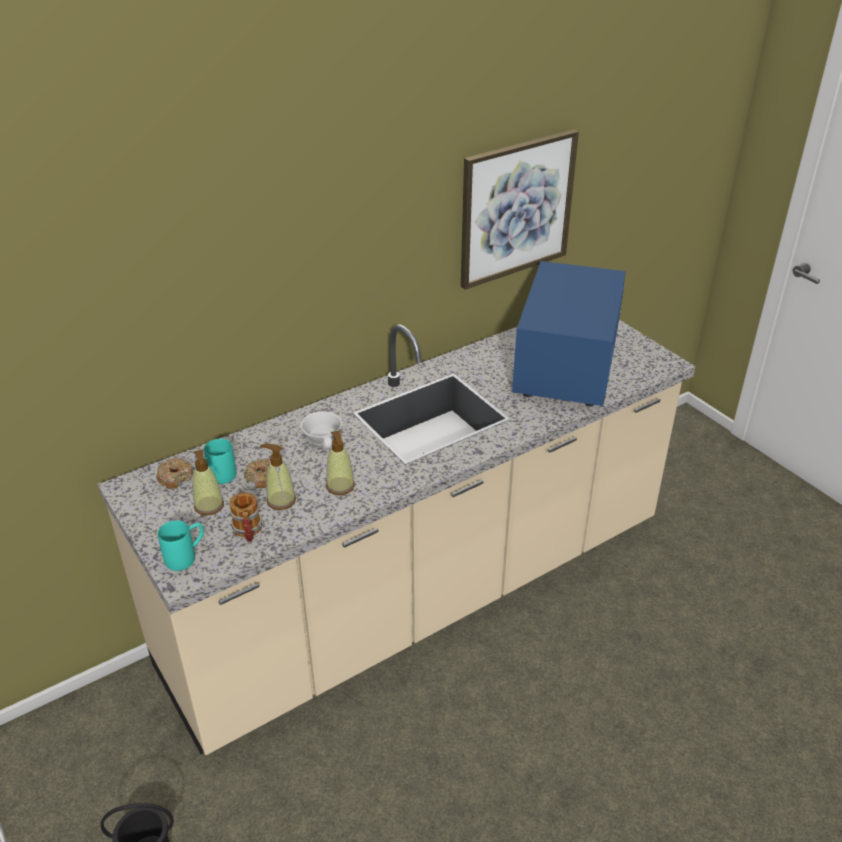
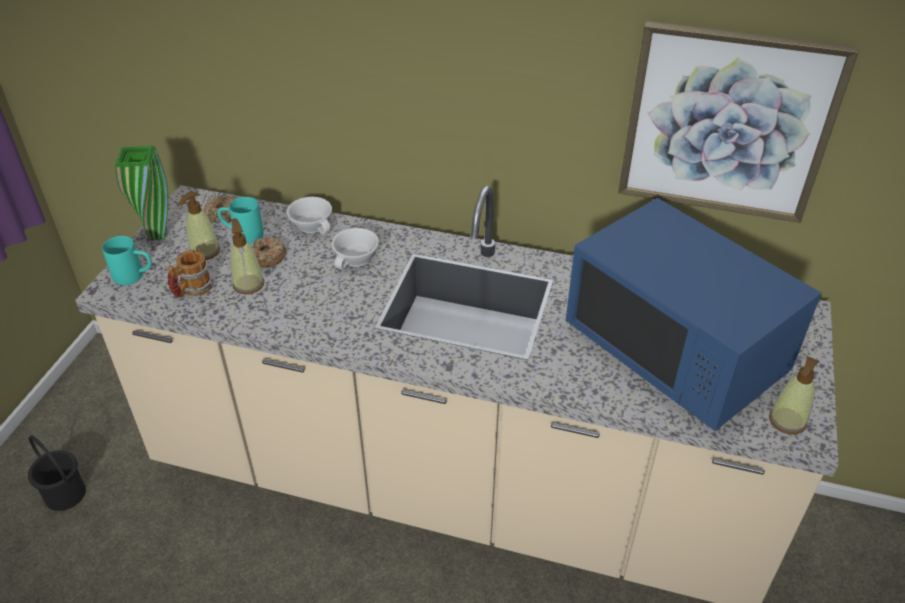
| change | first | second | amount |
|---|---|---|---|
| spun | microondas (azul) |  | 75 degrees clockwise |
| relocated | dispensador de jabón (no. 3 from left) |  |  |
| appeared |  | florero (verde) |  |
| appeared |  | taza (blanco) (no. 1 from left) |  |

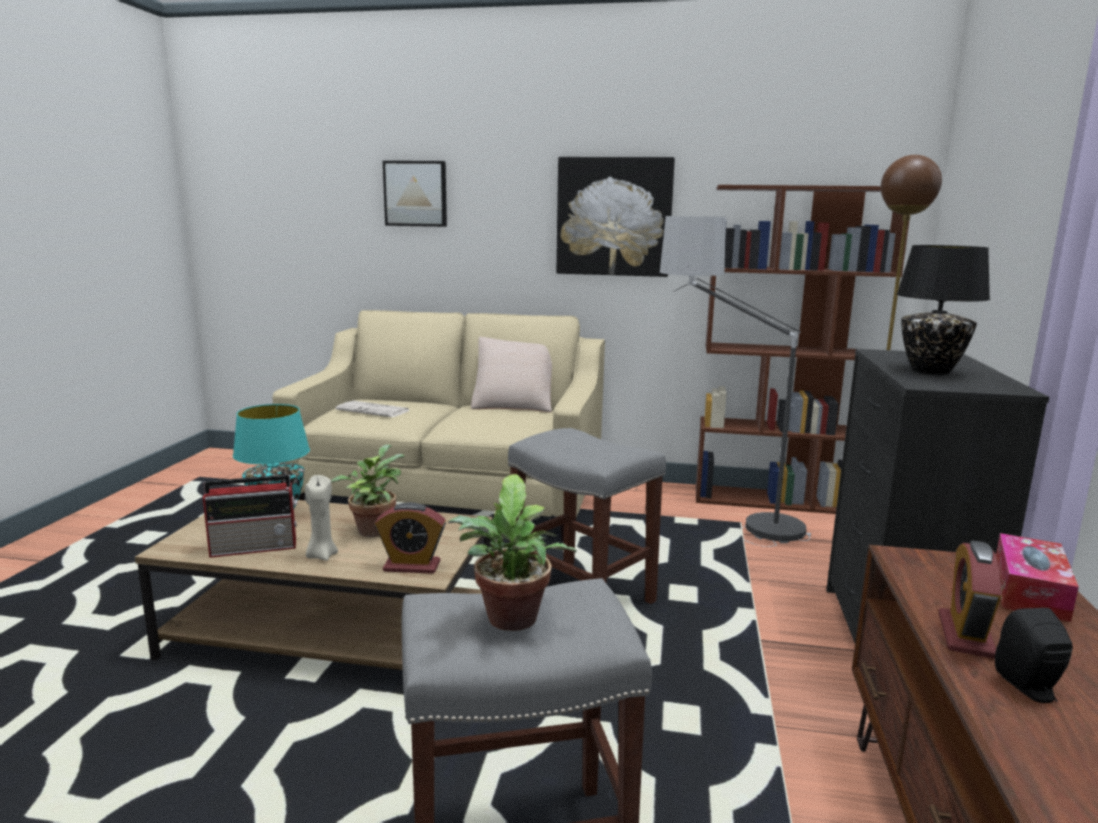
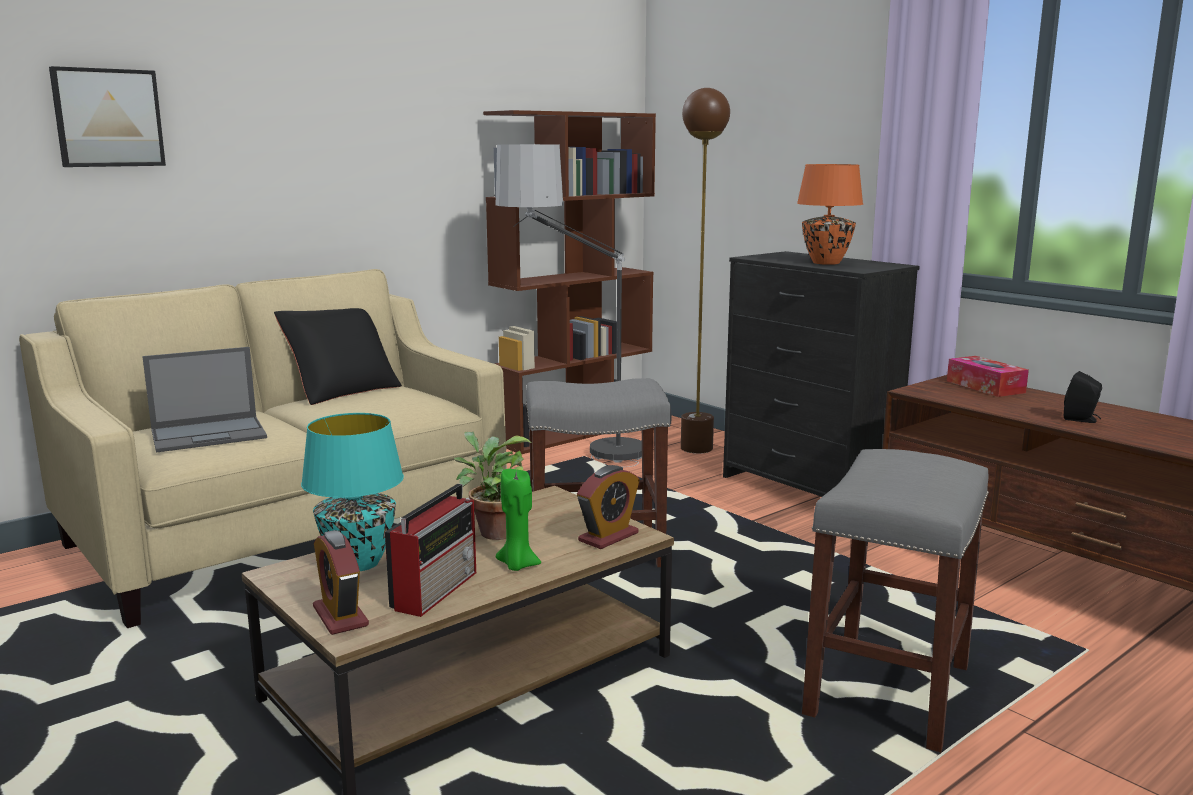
| change | first | second | amount |
|---|---|---|---|
| missing | cuadro (no. 2 from left) |  |  |
| colour | lámpara de mesa (negro) | lámpara de mesa (naranja) |  |
| colour | cojín (beis) | cojín (negro) |  |
| exchanged | periódico | portátil |  |
| missing | planta en maceta (no. 2 from left) |  |  |
| colour | vela (beis) | vela (verde) |  |
| relocated | despertador (no. 2 from left in the first image) | despertador (no. 1 from left) |  |

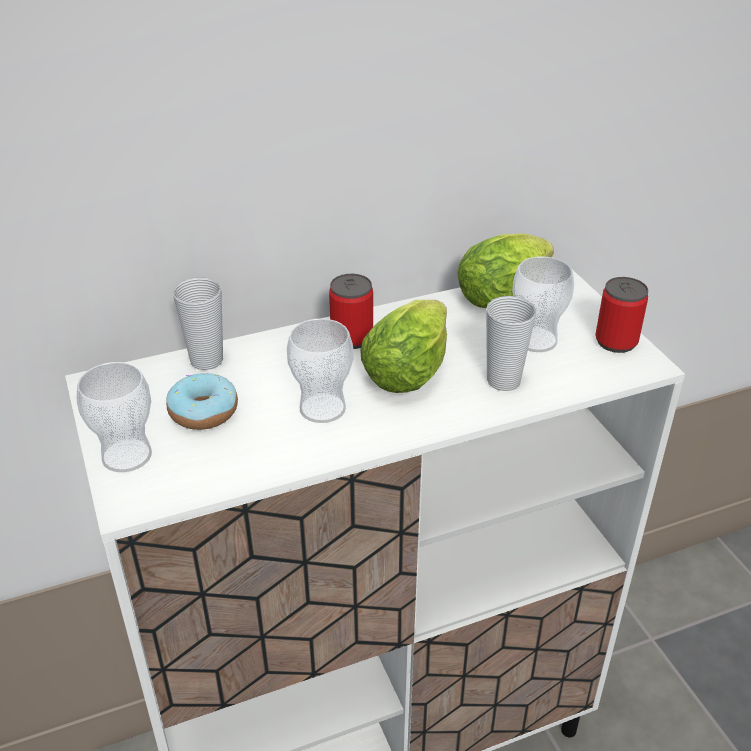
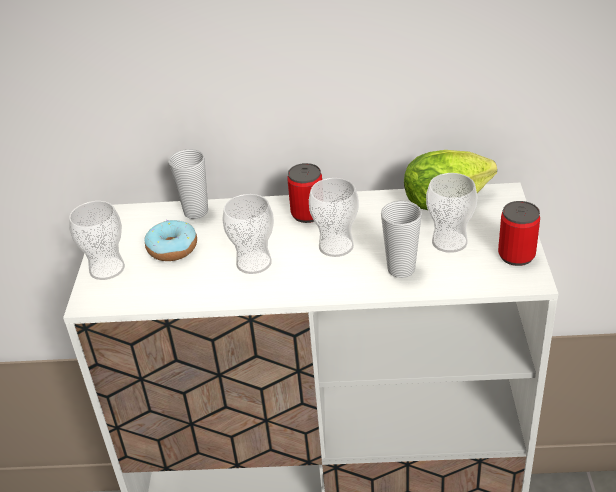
| change | first | second | amount |
|---|---|---|---|
| exchanged | lechuga (no. 1 from left) | taza (no. 4 from left) |  |

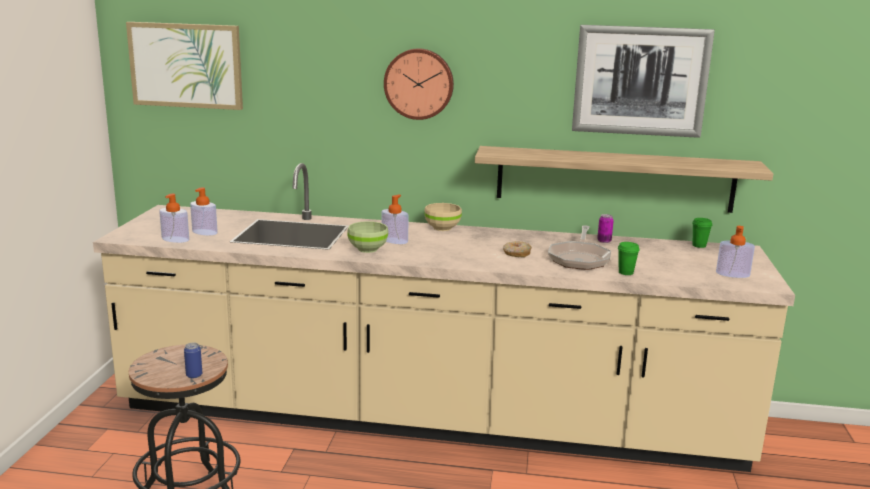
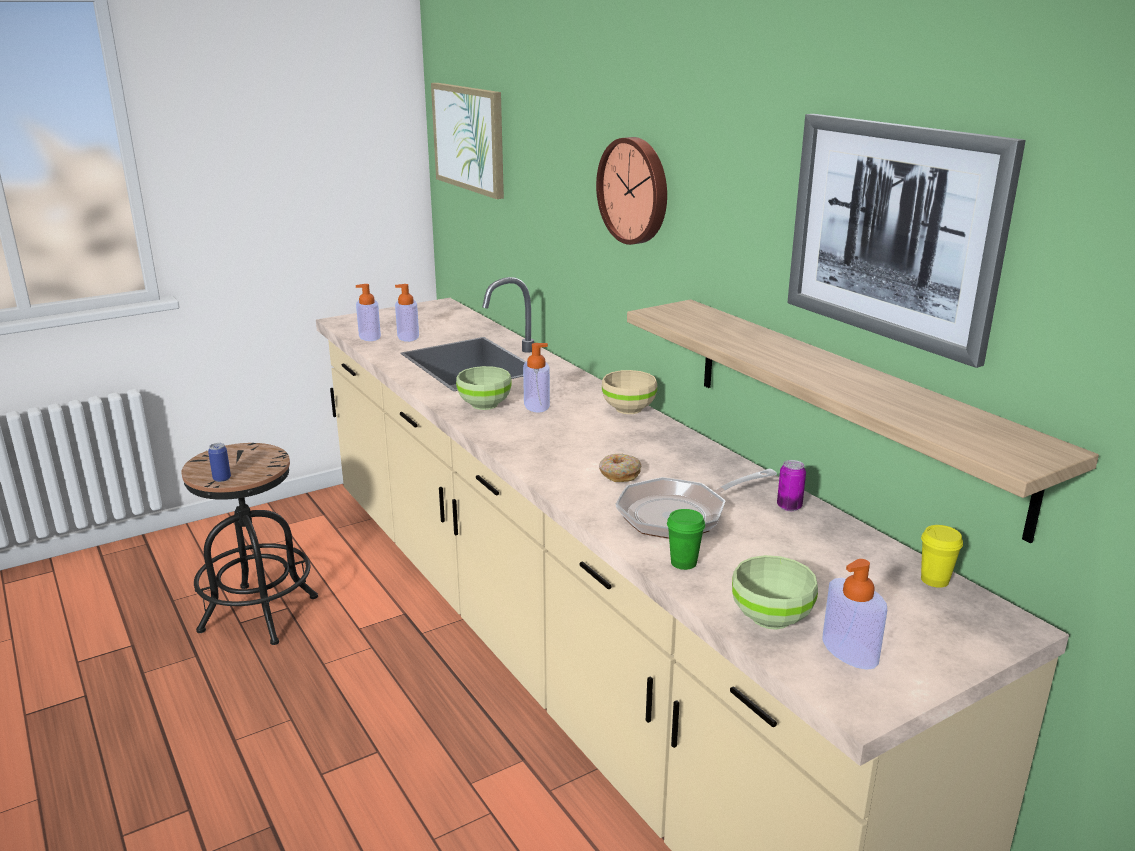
| change | first | second | amount |
|---|---|---|---|
| colour | taza (verde) (no. 2 from left) | taza (amarillo) |  |
| appeared |  | cuenco (verde) (no. 2 from left) |  |

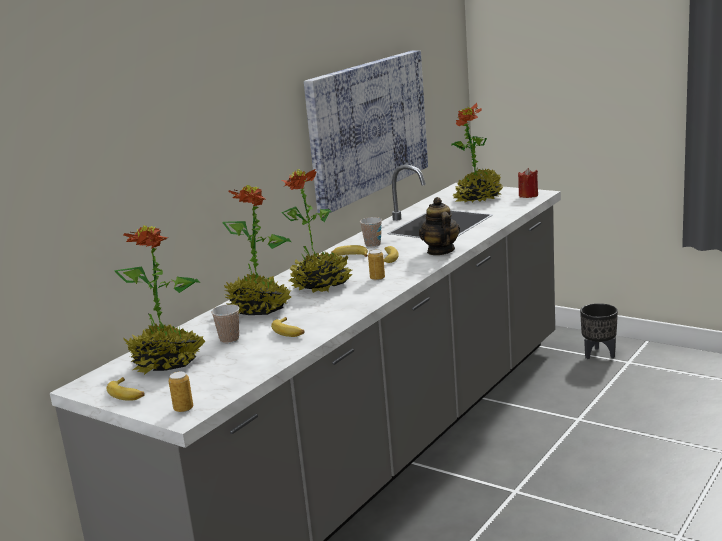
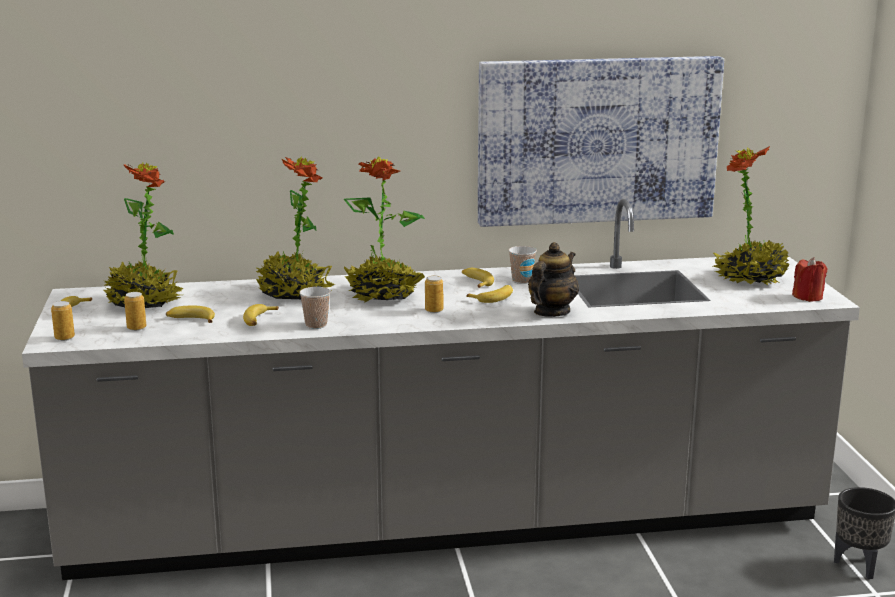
| change | first | second | amount |
|---|---|---|---|
| relocated | taza (no. 1 from left) |  |  |
| appeared |  | lata (no. 2 from left) |  |
| appeared |  | plátano (no. 2 from left) |  |

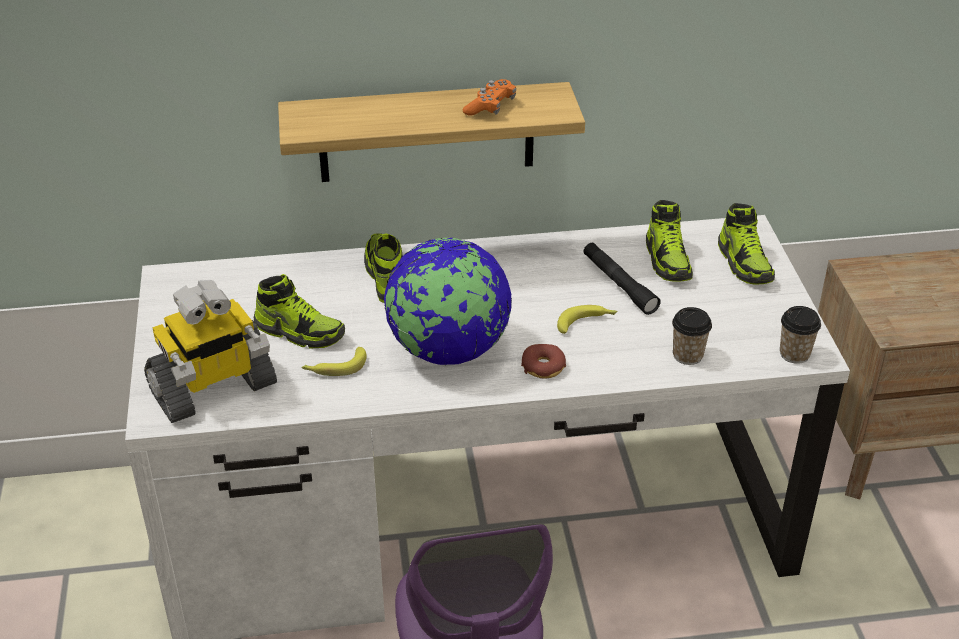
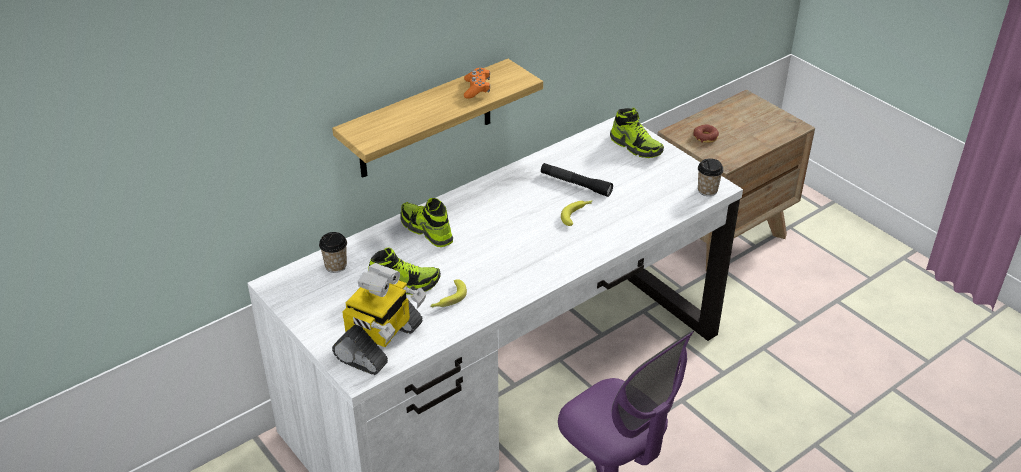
| change | first | second | amount |
|---|---|---|---|
| missing | zapato (no. 3 from left) |  |  |
| missing | globo terráqueo |  |  |
| relocated | taza (no. 1 from left) |  |  |
| relocated | rosquilla |  |  |

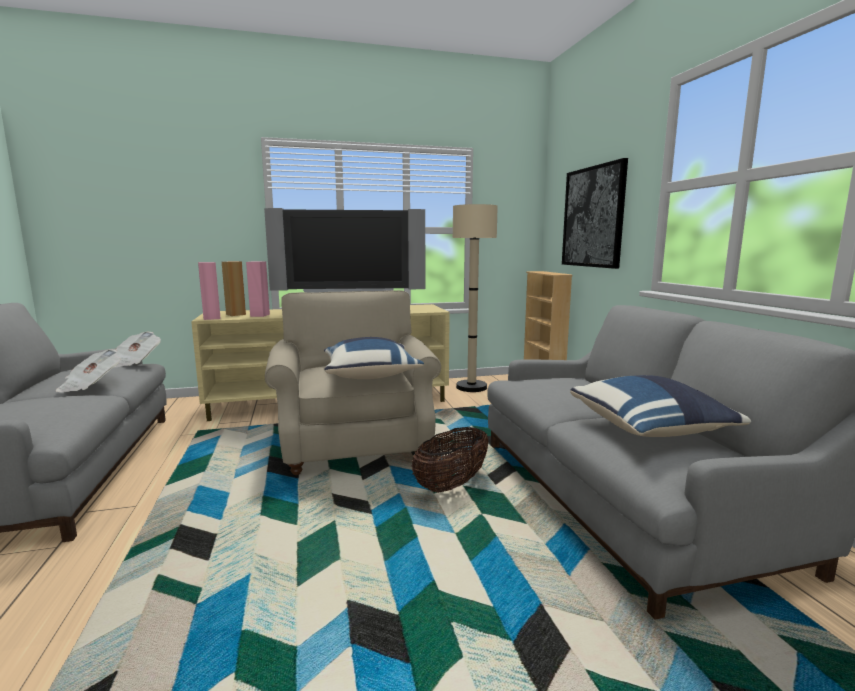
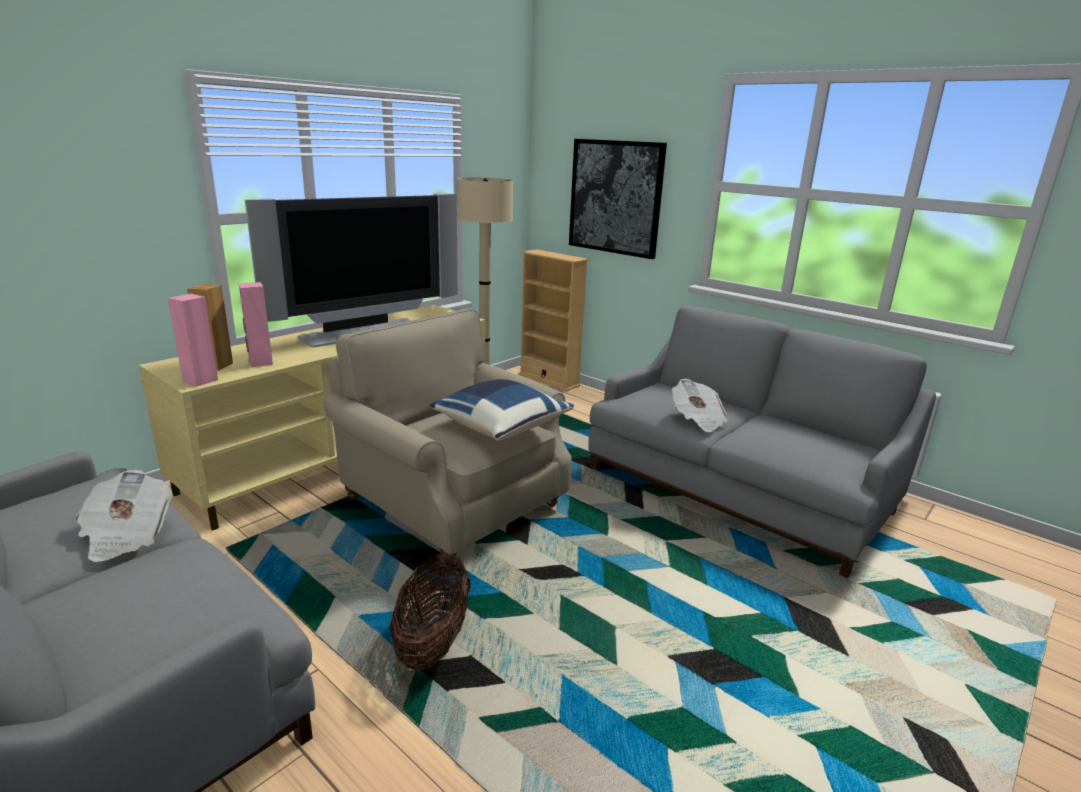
| change | first | second | amount |
|---|---|---|---|
| relocated | periódico (no. 2 from left) |  |  |
| missing | cojín (azul) (no. 2 from left) |  |  |
| relocated | cesta |  |  |

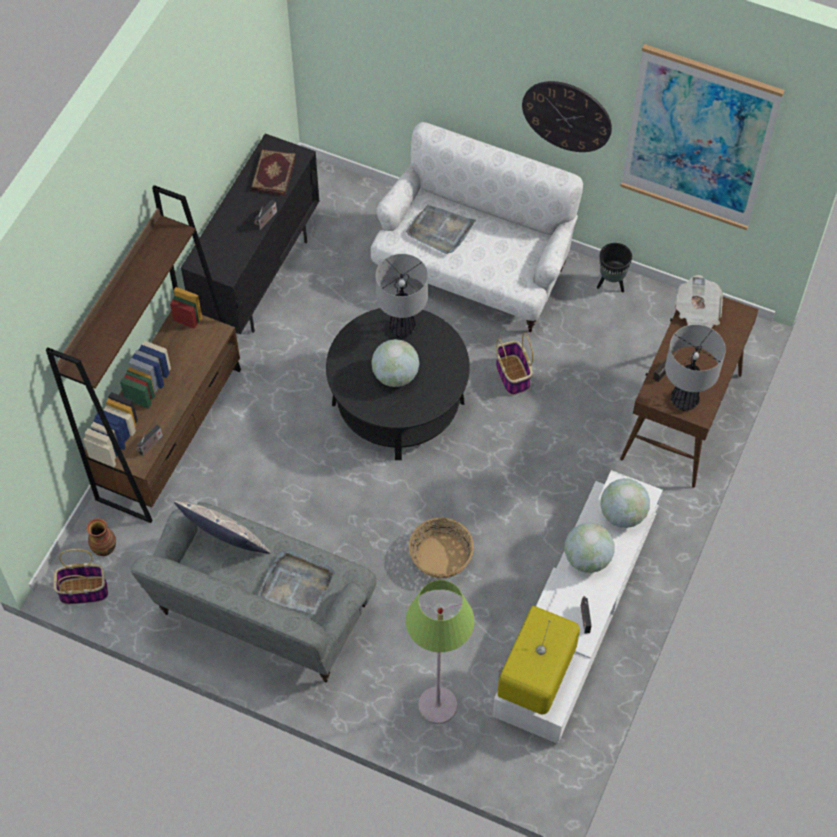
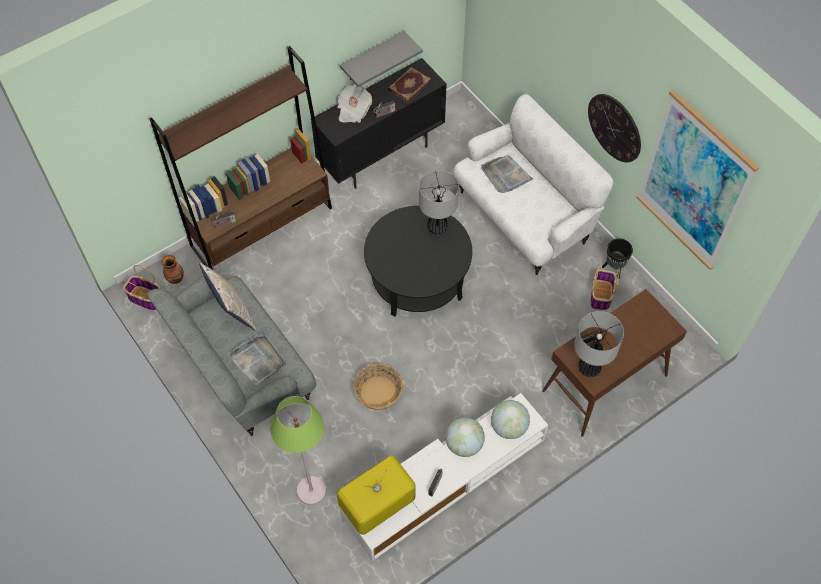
| change | first | second | amount |
|---|---|---|---|
| relocated | periódico |  |  |
| relocated | cesta (no. 3 from left) |  |  |
| missing | globo terráqueo (no. 1 from left) |  |  |
| appeared |  | estante (gris) |  |

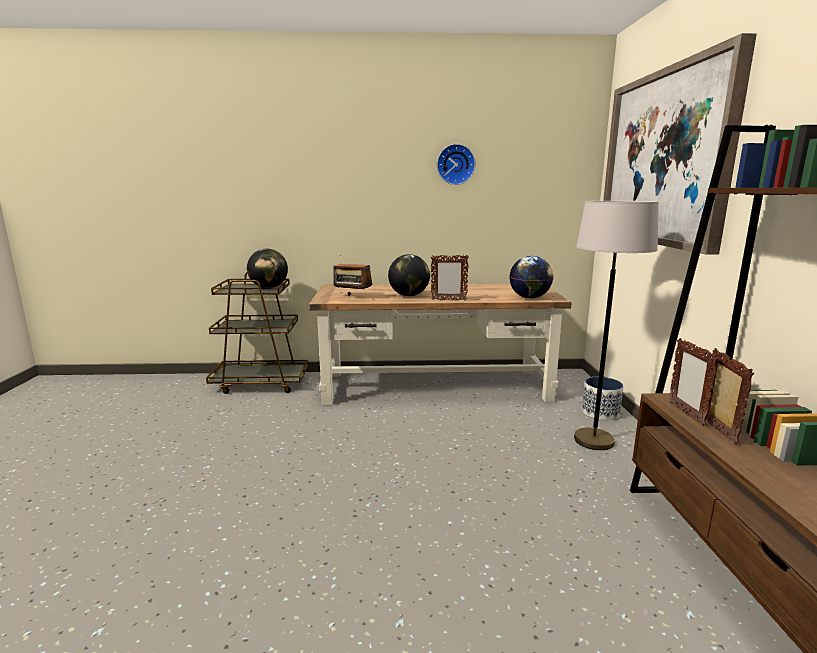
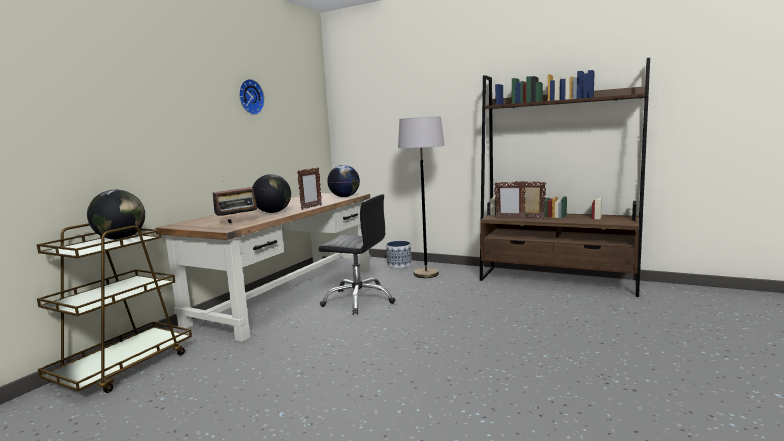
| change | first | second | amount |
|---|---|---|---|
| missing | cuadro |  |  |
| appeared |  | silla de oficina (negro) |  |

